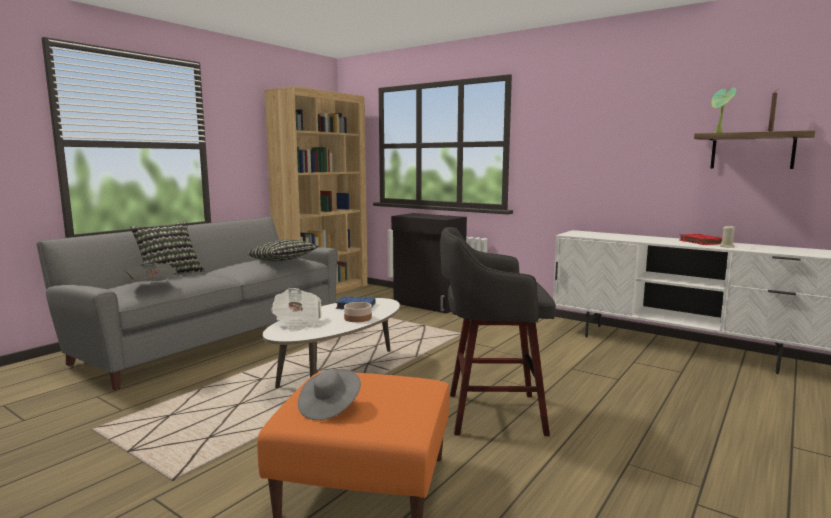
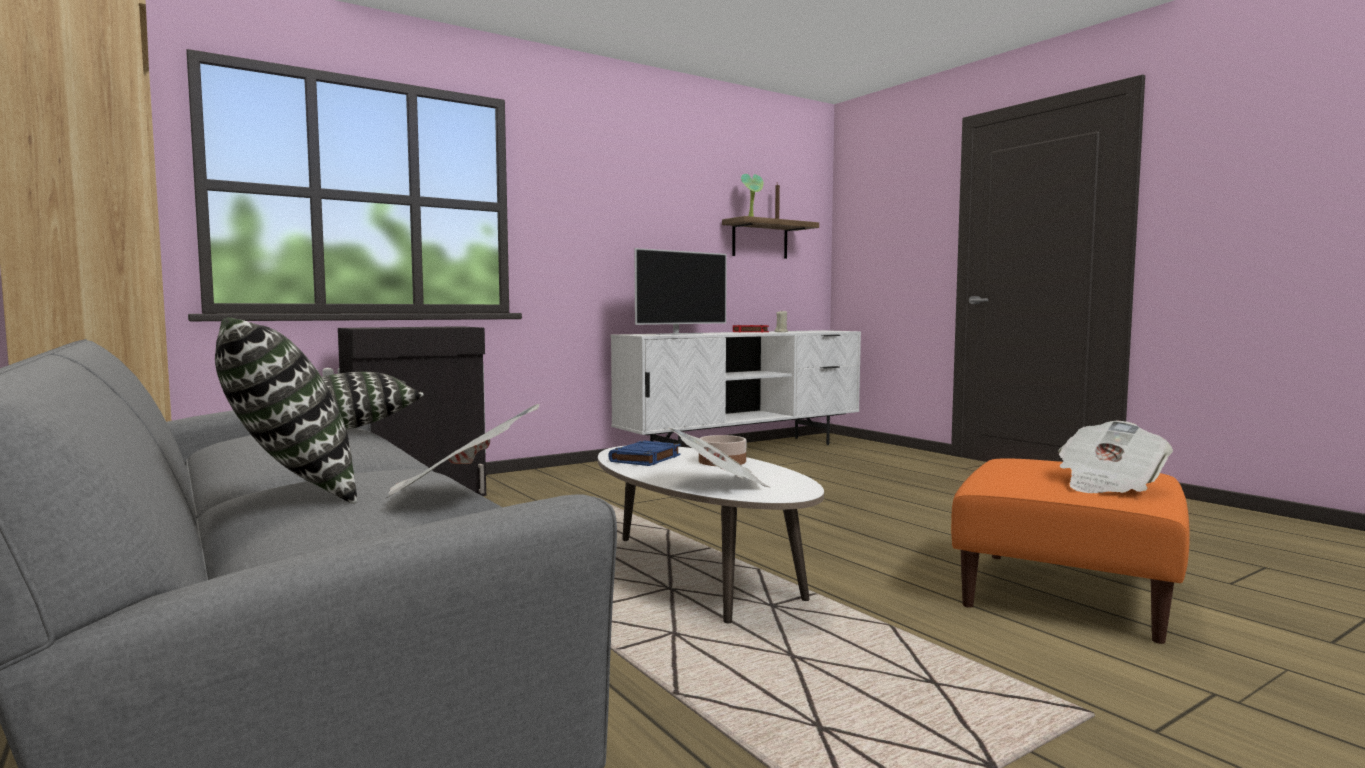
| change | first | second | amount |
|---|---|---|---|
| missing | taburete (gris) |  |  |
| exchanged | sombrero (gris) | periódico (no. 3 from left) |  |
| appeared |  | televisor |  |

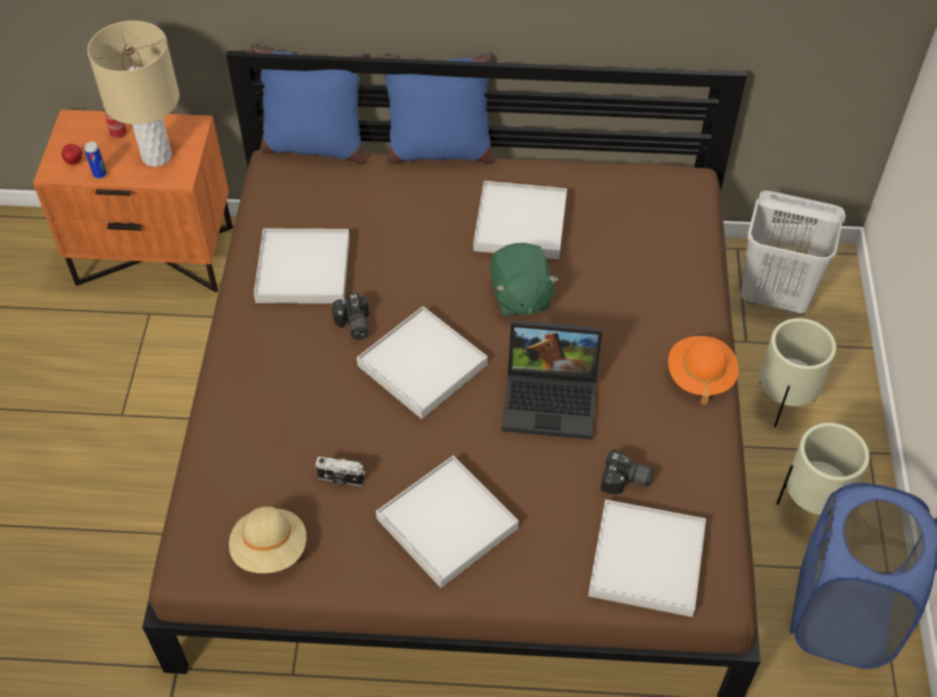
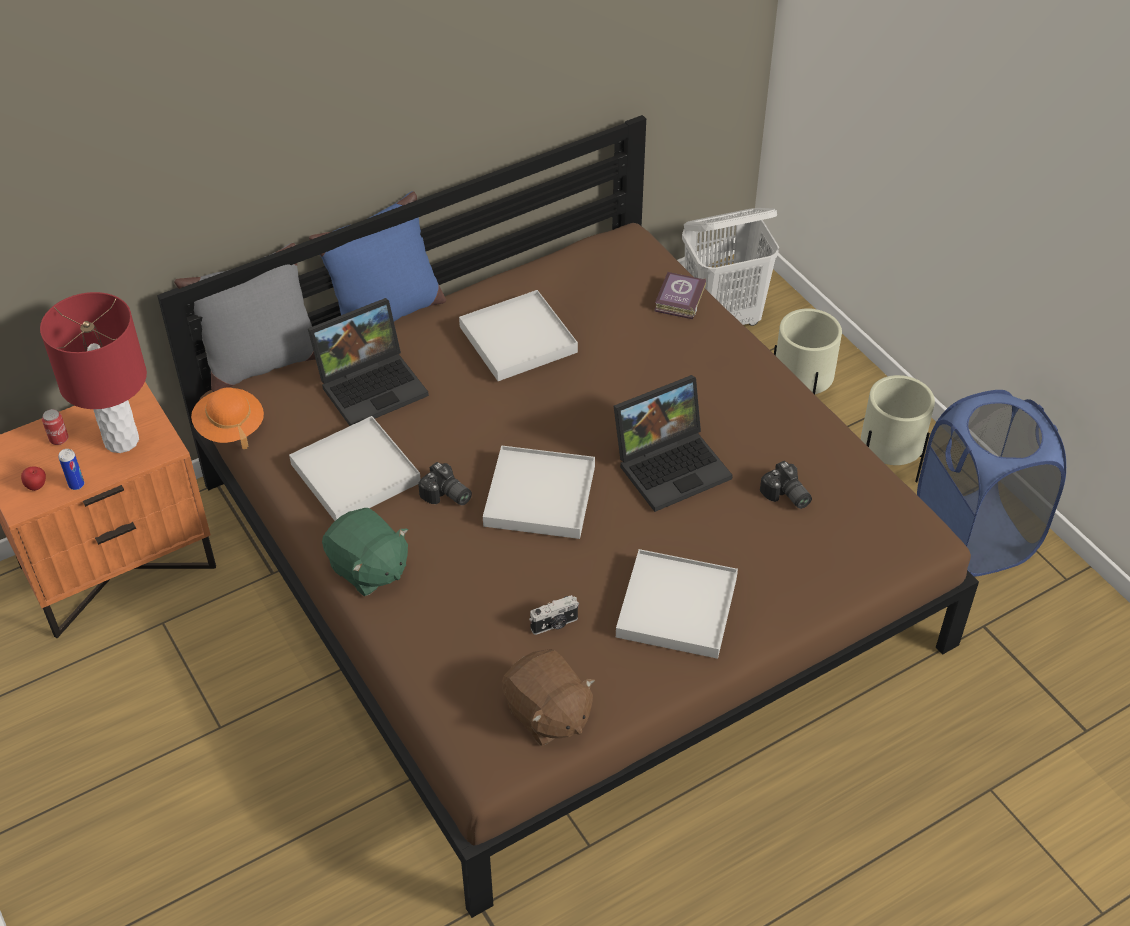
| change | first | second | amount |
|---|---|---|---|
| colour | lámpara de mesa (beis) | lámpara de mesa (rojo) |  |
| colour | cojín (azul) (no. 1 from left) | cojín (gris) |  |
| relocated | peluche (verde) |  |  |
| relocated | sombrero (naranja) |  |  |
| spun | cámara (no. 3 from left) |  | 75 degrees clockwise |
| missing | bandeja (blanco) (no. 5 from left) |  |  |
| exchanged | sombrero (beis) | peluche (marrón) |  |
| appeared |  | libro |  |
| appeared |  | portátil (no. 1 from left) |  |

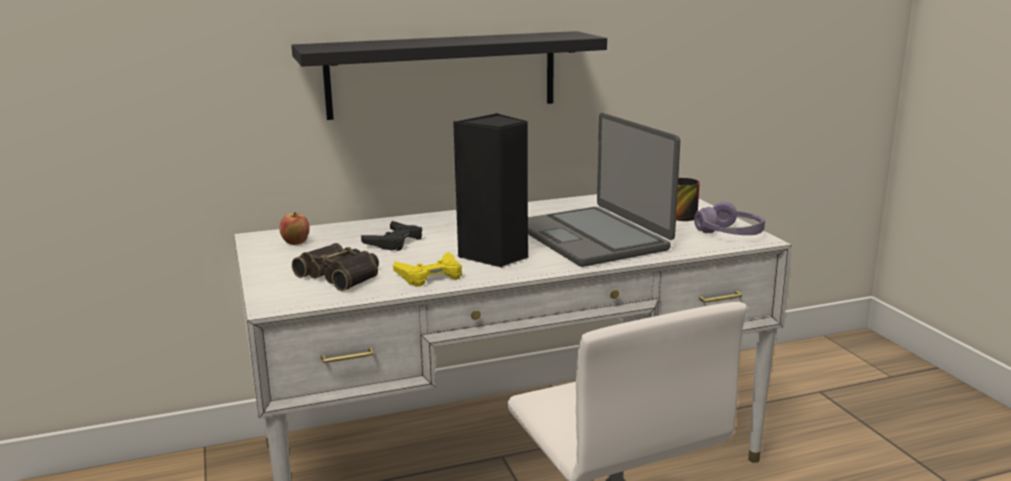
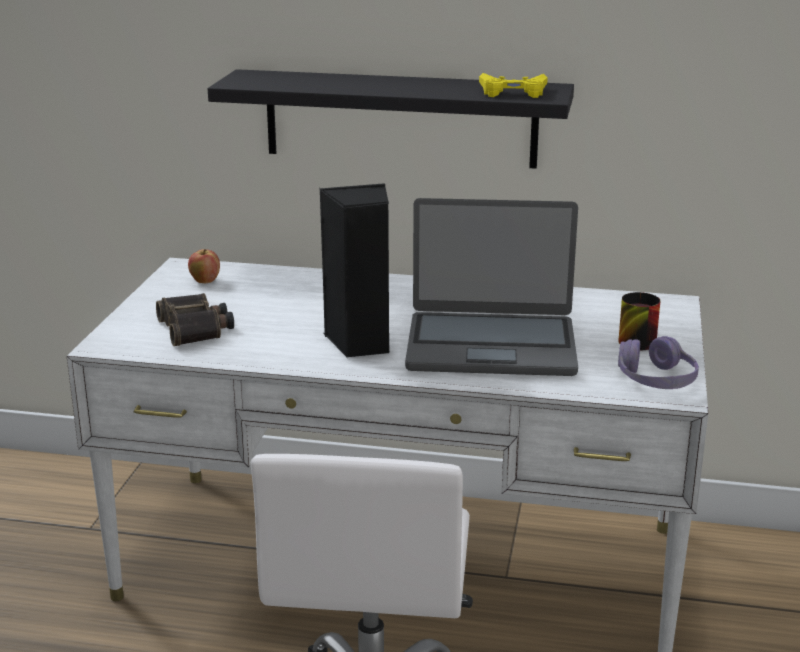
| change | first | second | amount |
|---|---|---|---|
| spun | portátil |  | 90 degrees counterclockwise |
| missing | mando de consola (negro) |  |  |
| relocated | mando de consola (amarillo) |  |  |

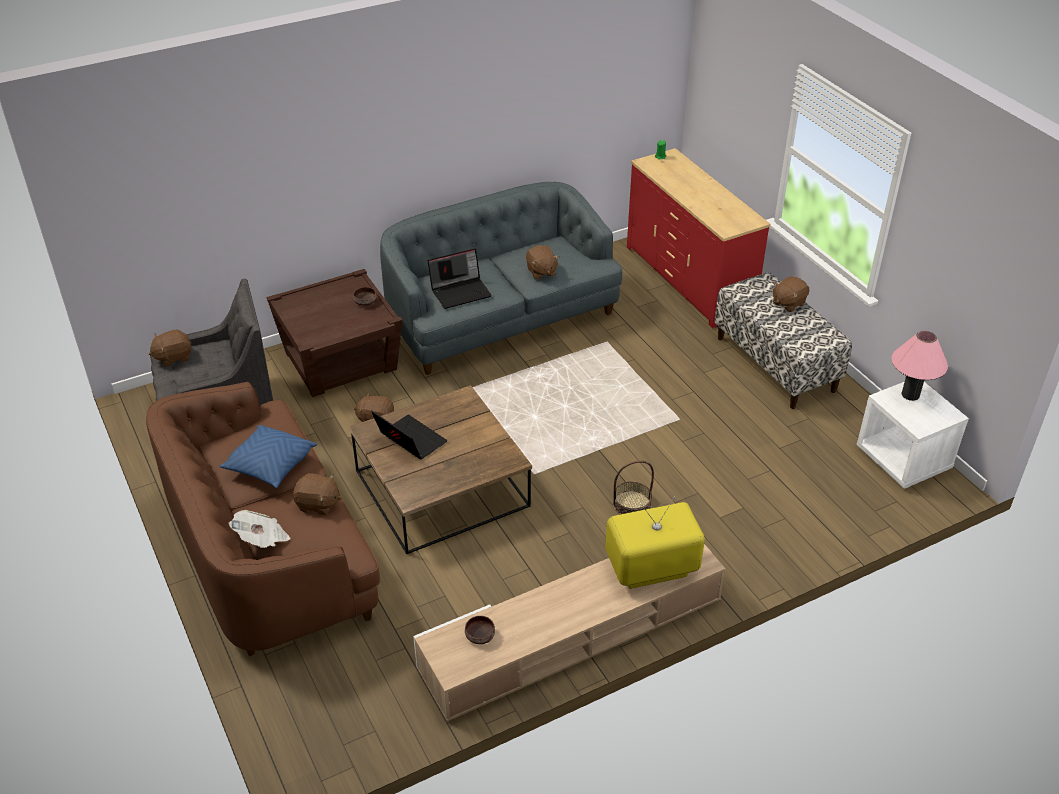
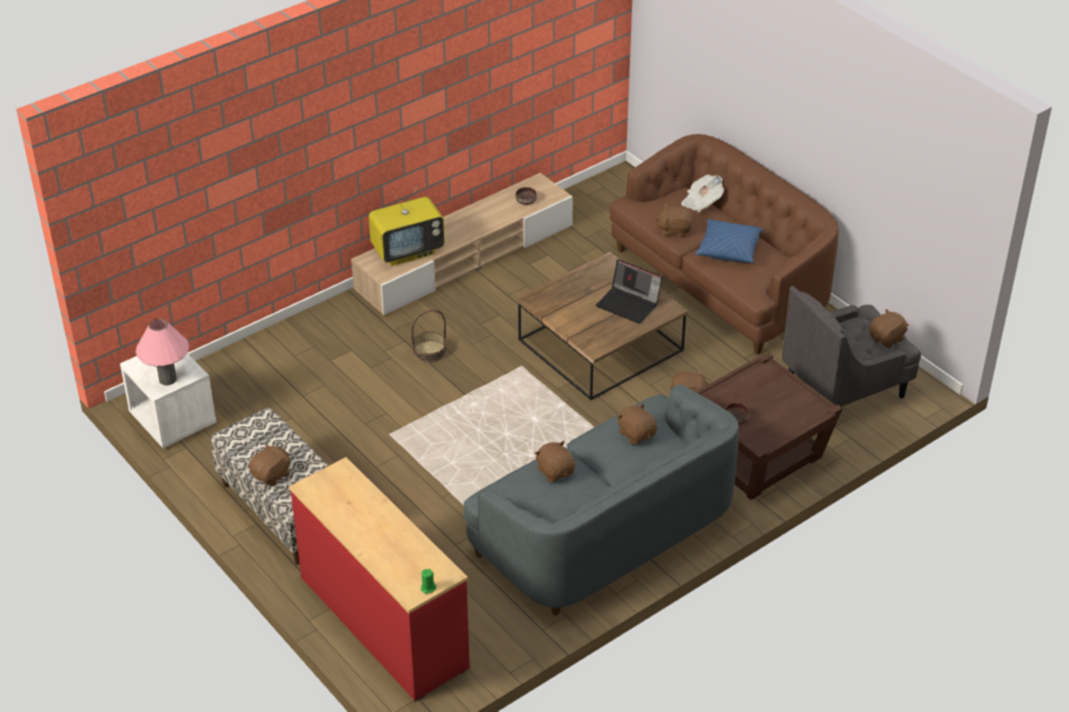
| change | first | second | amount |
|---|---|---|---|
| exchanged | portátil (no. 2 from left) | peluche (marrón) (no. 3 from left) |  |

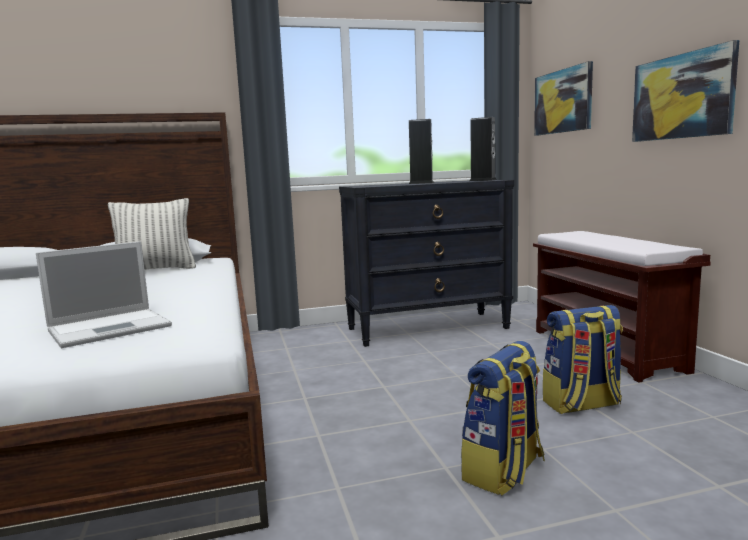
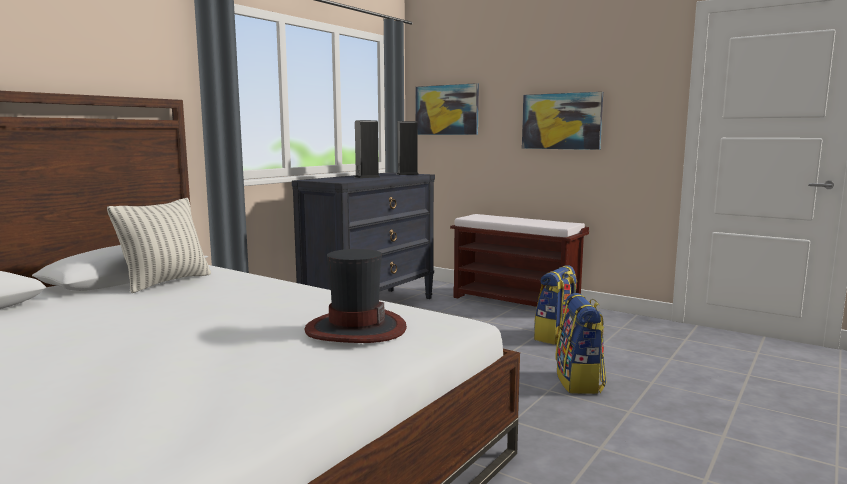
| change | first | second | amount |
|---|---|---|---|
| exchanged | portátil | sombrero |  |

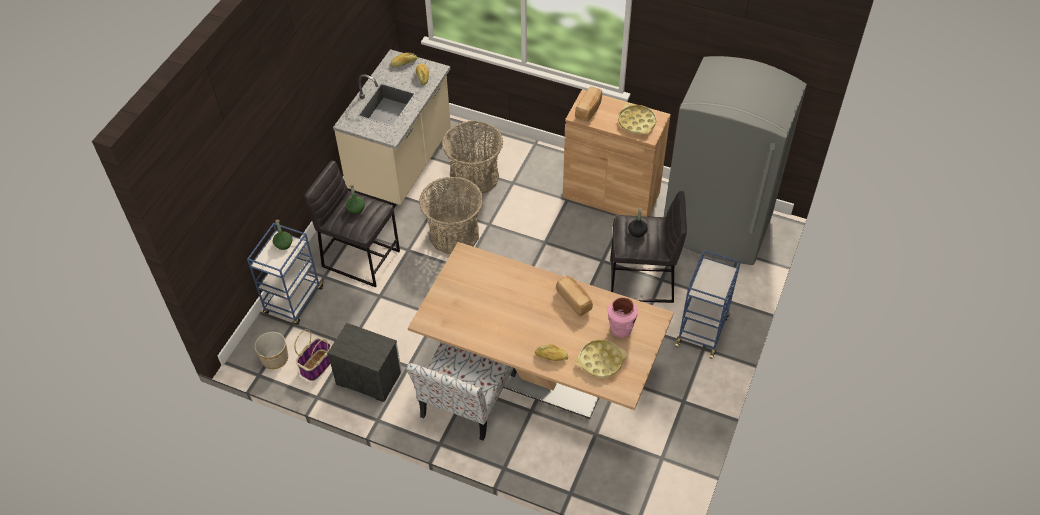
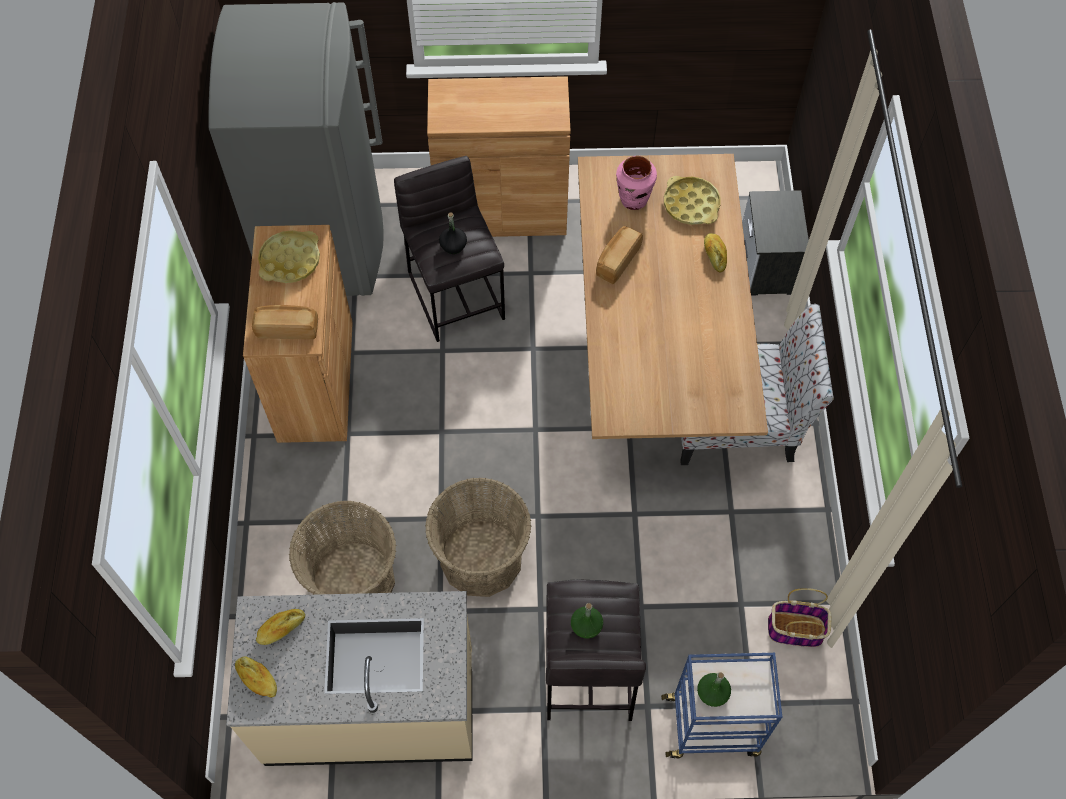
| change | first | second | amount |
|---|---|---|---|
| exchanged | carrito (azul) (no. 2 from left) | armario (marrón) (no. 2 from left) |  |
| relocated | mesita de noche |  |  |
| missing | maceta |  |  |

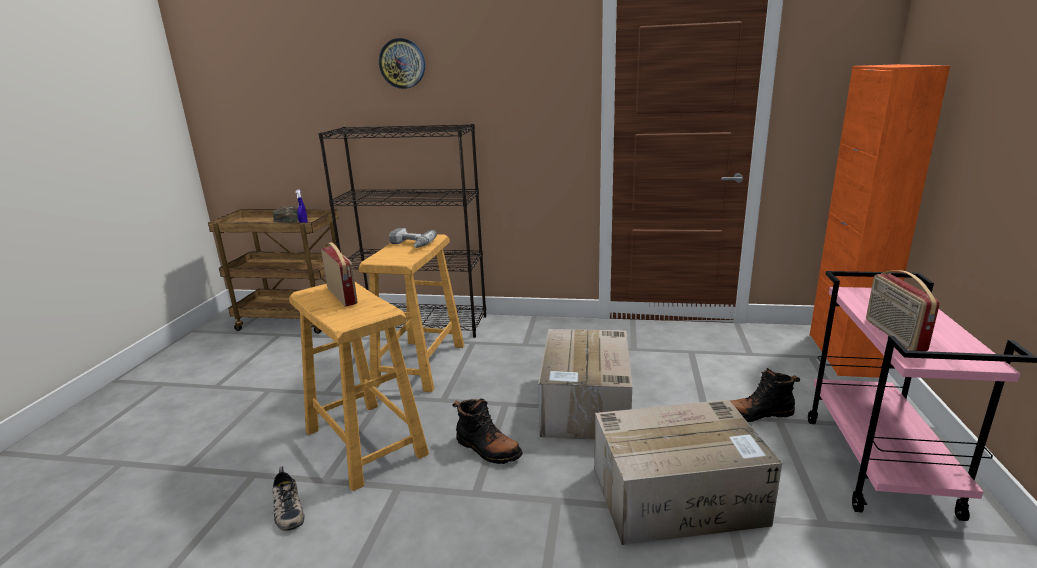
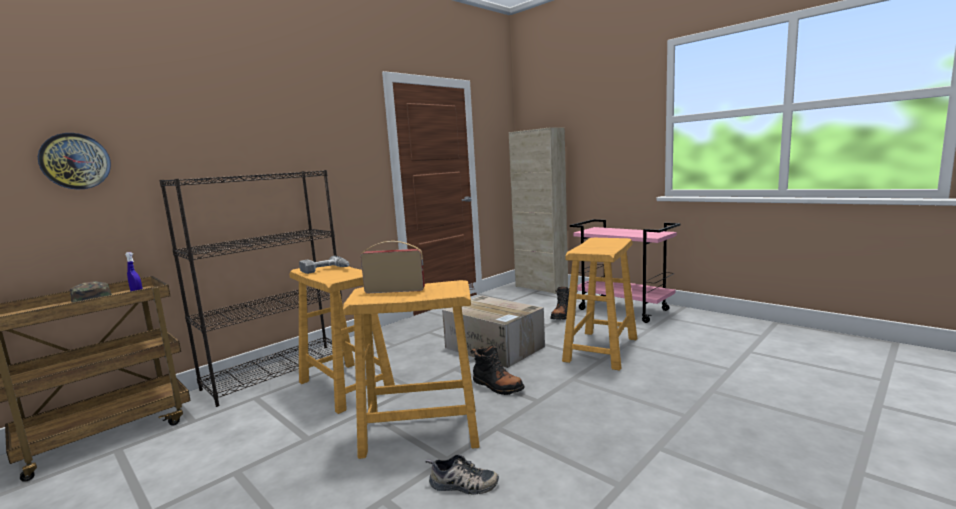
| change | first | second | amount |
|---|---|---|---|
| relocated | reloj de pared |  |  |
| colour | armario (naranja) | armario (beis) |  |
| missing | radio (no. 2 from left) |  |  |
| spun | bota (negro) (no. 1 from left) |  | 60 degrees clockwise |
| exchanged | caja de cartón (no. 2 from left) | taburete (beis) (no. 3 from left) |  |

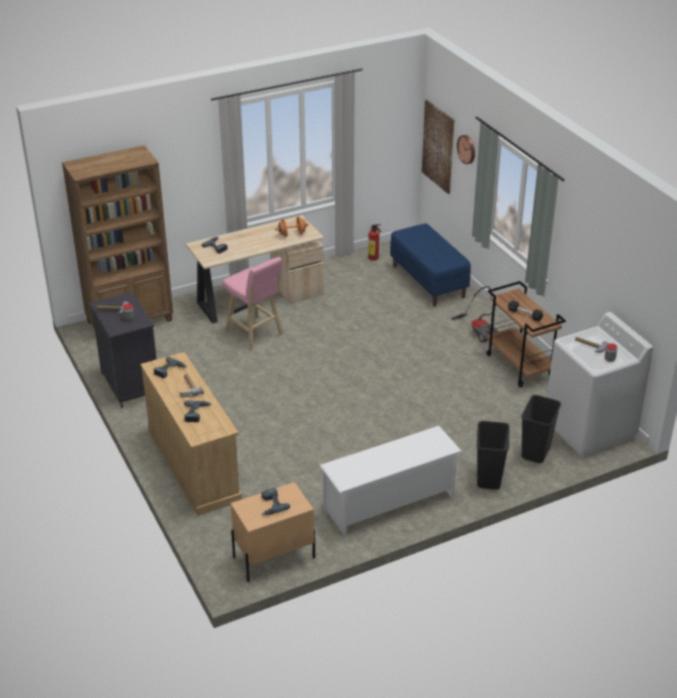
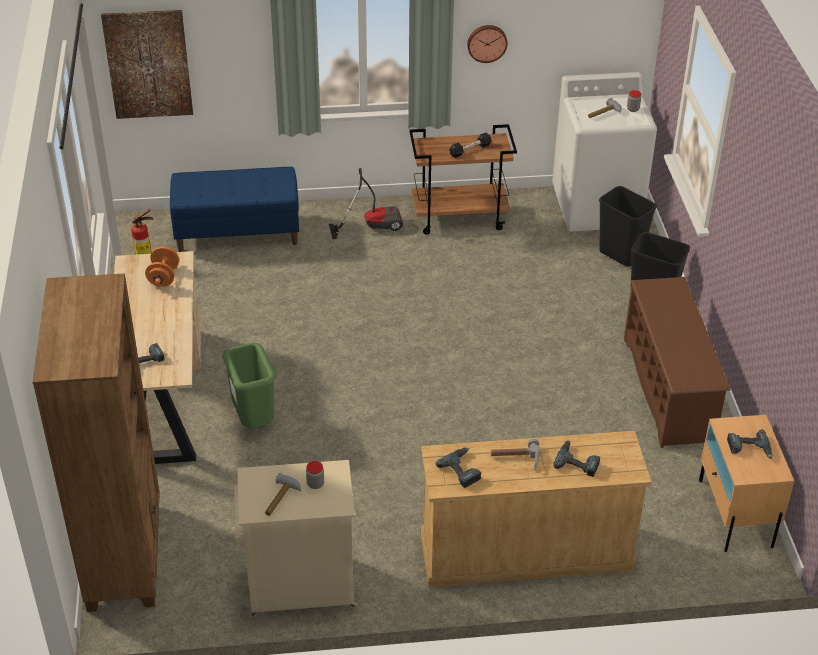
| change | first | second | amount |
|---|---|---|---|
| relocated | reloj de pared |  |  |
| exchanged | taburete (rosa) | papelera (verde) |  |
| colour | armario (negro) | armario (beis) |  |
| colour | zapatero (blanco) | zapatero (marrón) |  |

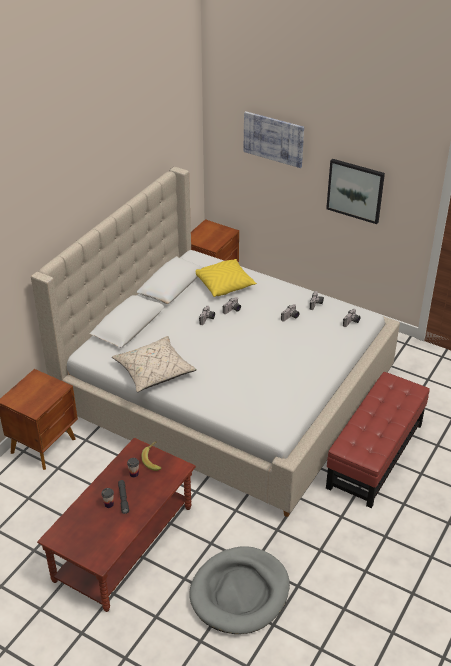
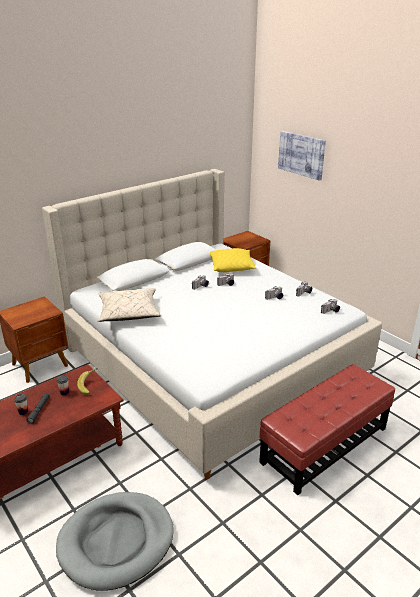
| change | first | second | amount |
|---|---|---|---|
| missing | cuadro (no. 2 from left) |  |  |

